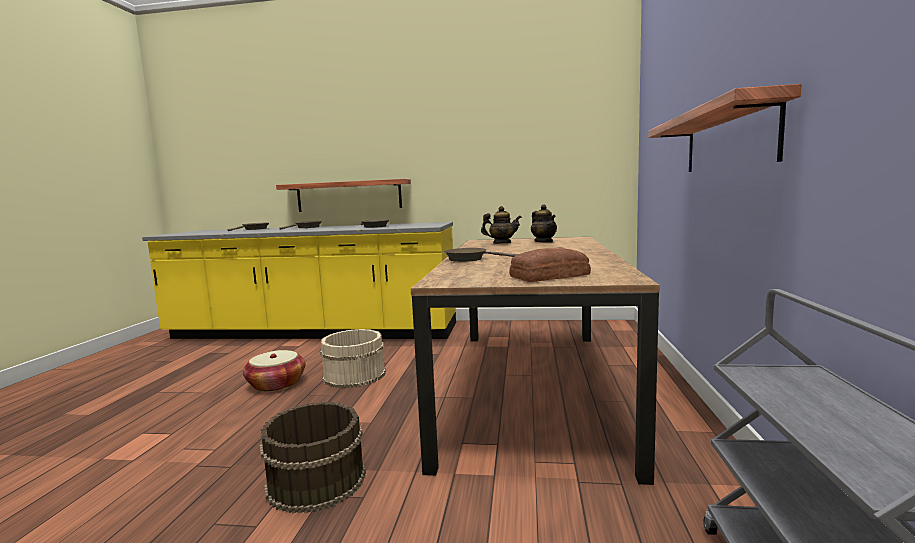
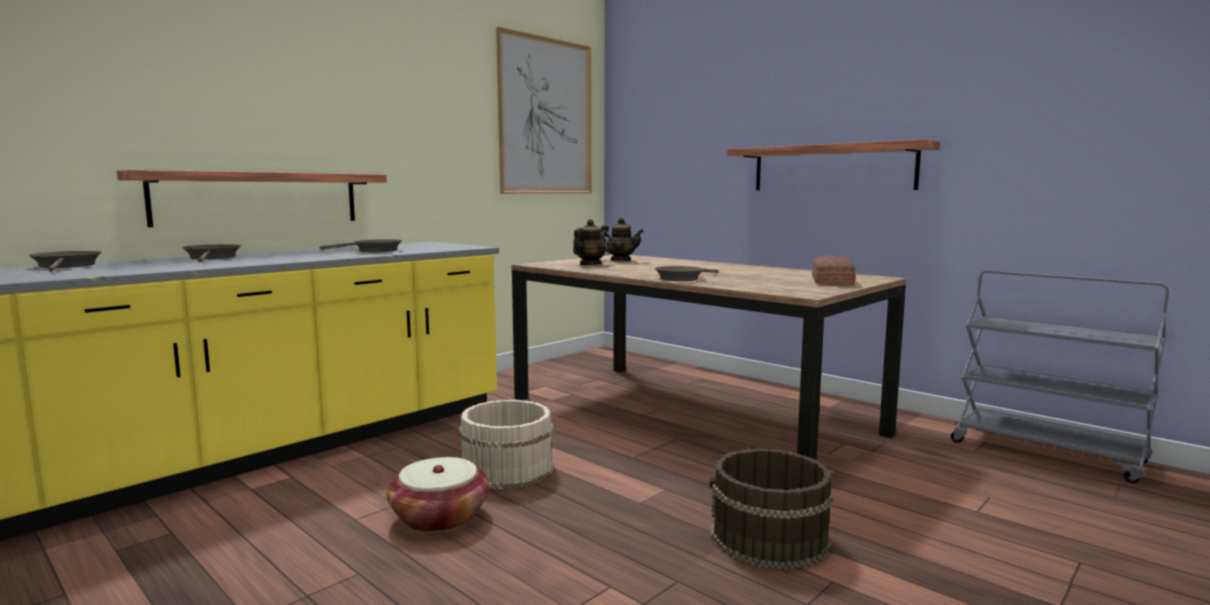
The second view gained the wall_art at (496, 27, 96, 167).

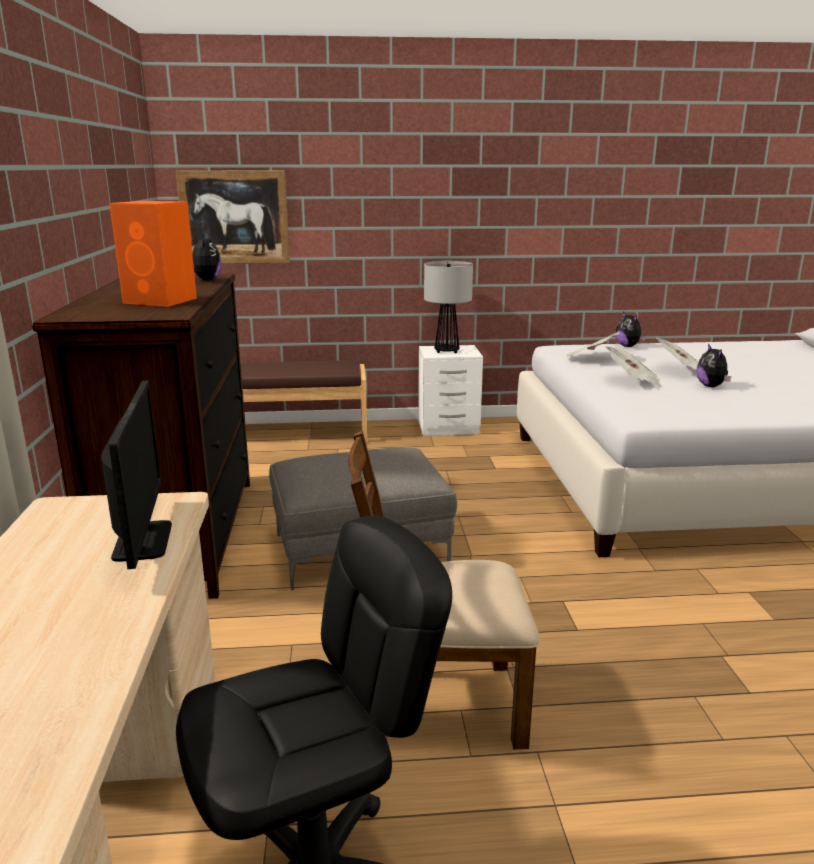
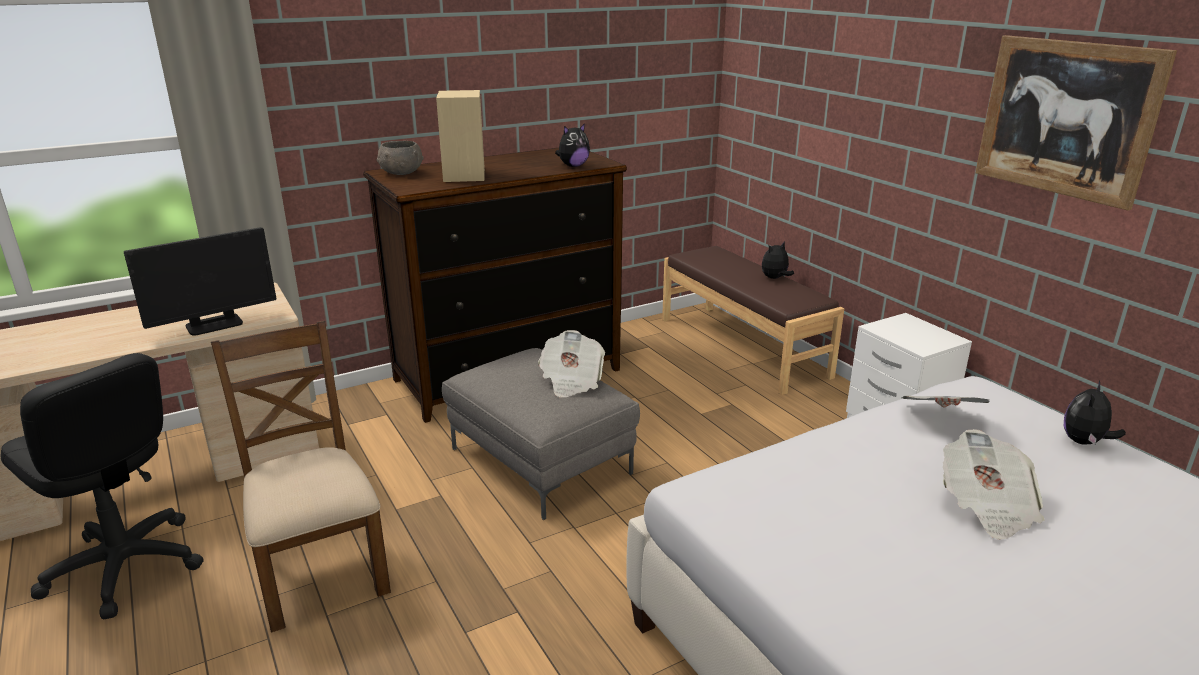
The second view gained the greyish_bowl at (377, 141, 47, 34).
What was the orange-coloured_speaker at (109, 201, 88, 106) turned into the beige-coloured_speaker at (436, 90, 49, 92).
The newspaper ended up elsewhere, having gone from (606, 346, 57, 42) to (538, 330, 67, 68).
The cuddly_toy ended up elsewhere, having gone from (697, 344, 34, 43) to (762, 241, 32, 38).
The wall_art ended up elsewhere, having gone from (176, 170, 114, 94) to (975, 35, 202, 176).
The second view lost the tabletop_lamp at (424, 261, 49, 92).

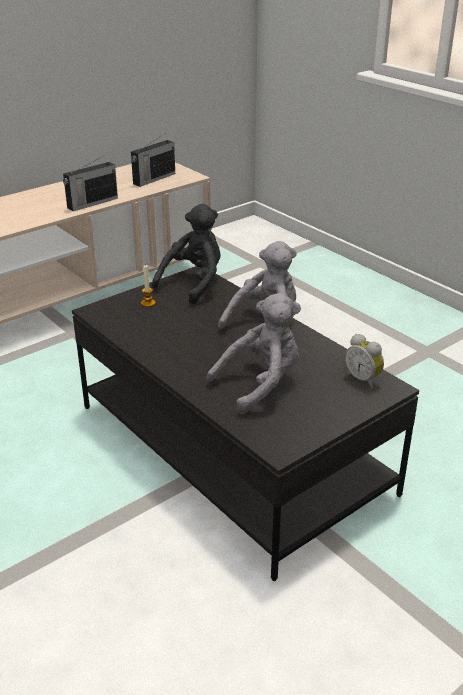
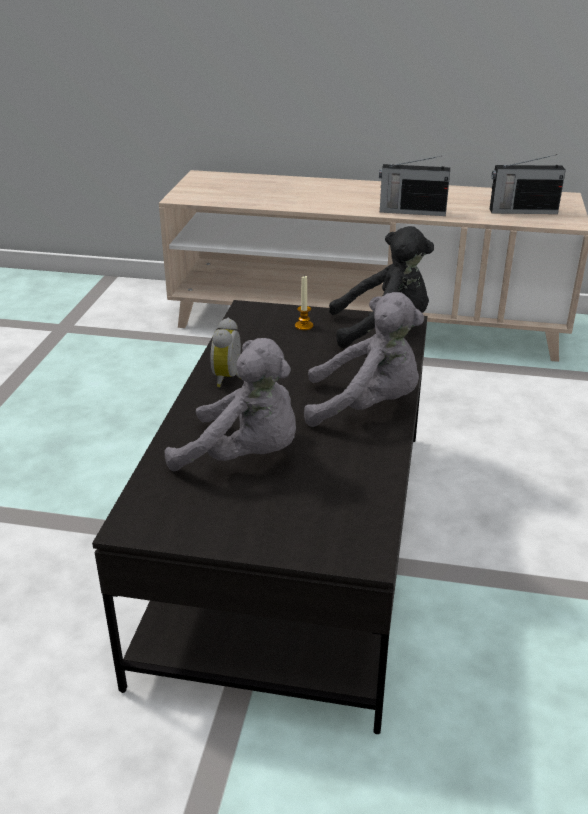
The table_clock ended up elsewhere, having gone from (345, 334, 39, 55) to (210, 317, 32, 70).

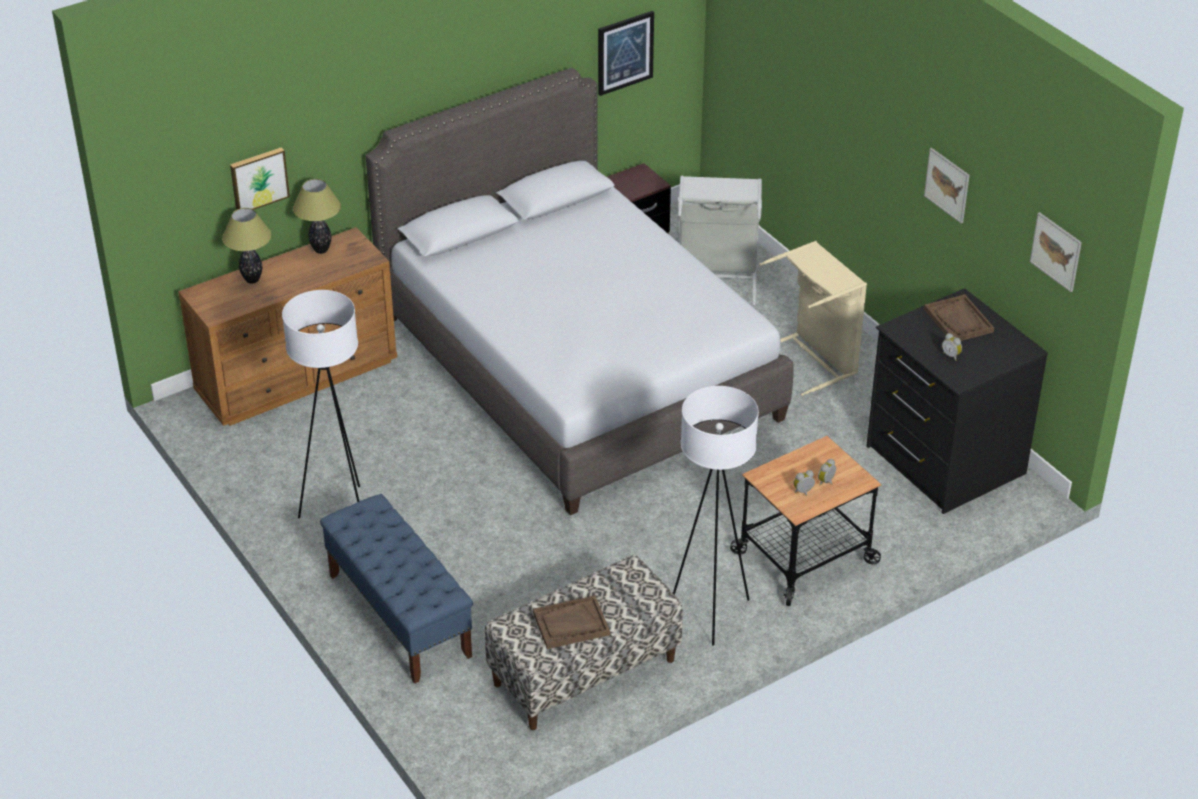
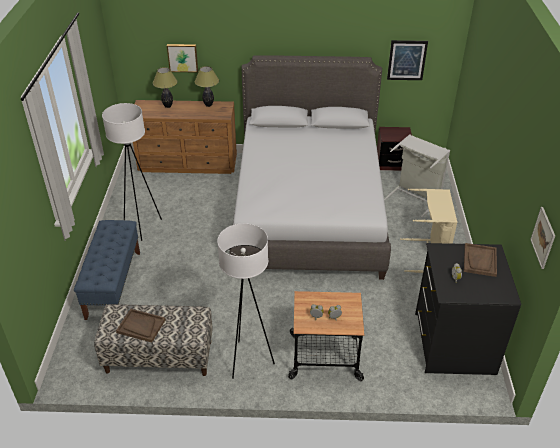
The second view lost the wall_art at (924, 148, 46, 75).

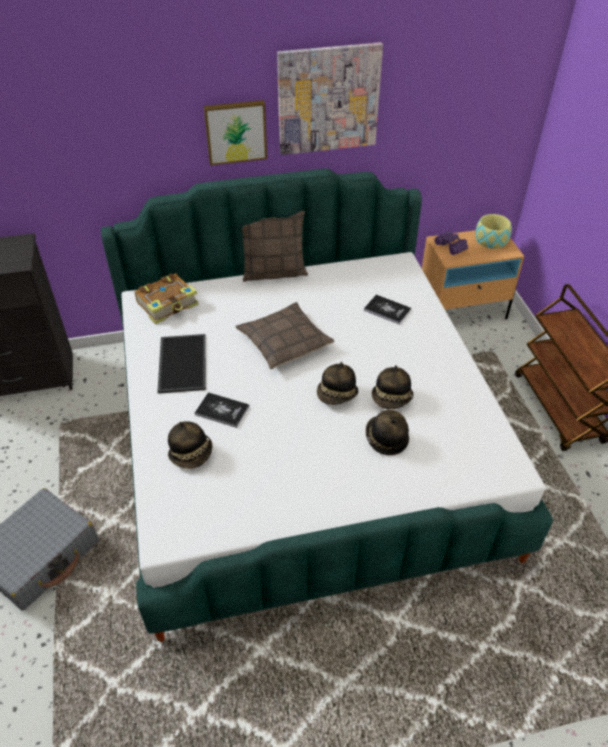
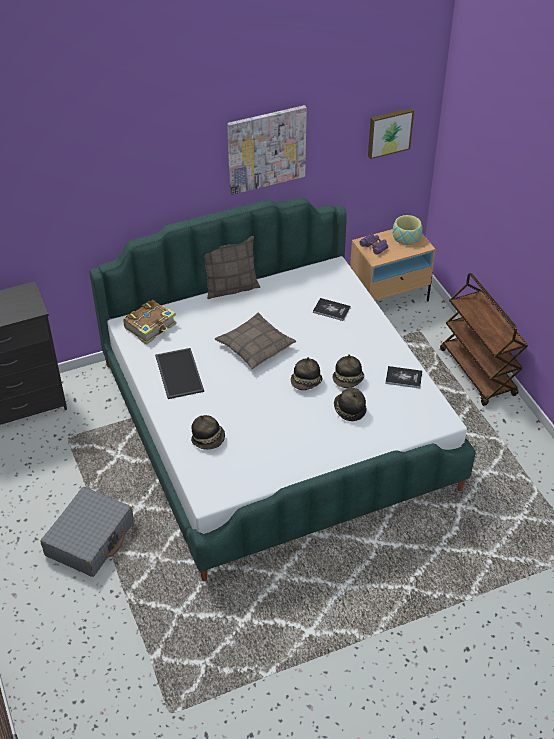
The wall_art ended up elsewhere, having gone from (204, 100, 63, 65) to (368, 108, 46, 51).
The volume ended up elsewhere, having gone from (195, 392, 54, 36) to (385, 366, 37, 22).

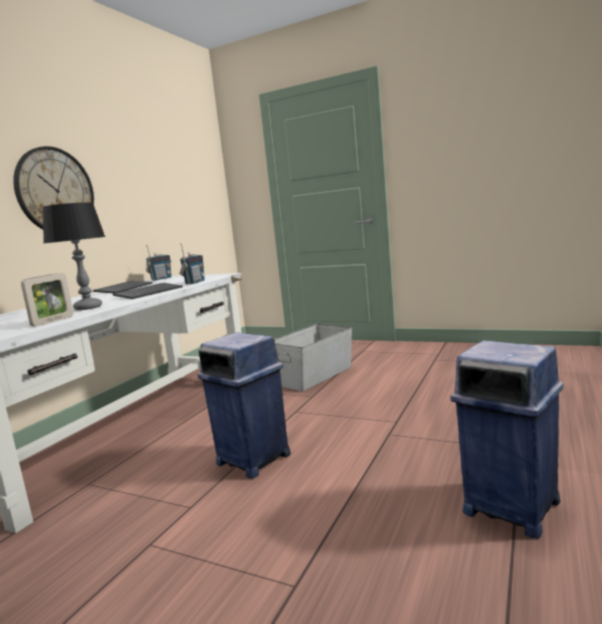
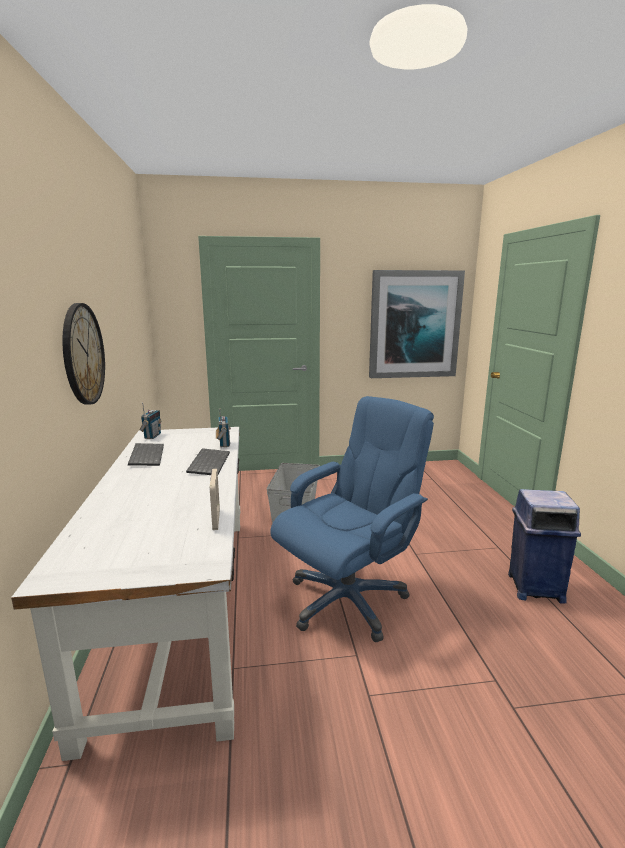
Where the blue_waste_bin stood at (197, 332, 94, 147), the blue_computer_chair came to stand at (270, 396, 164, 247).
The second view gained the wall_art at (369, 270, 96, 108).
The second view lost the tabletop_lamp at (42, 202, 63, 108).

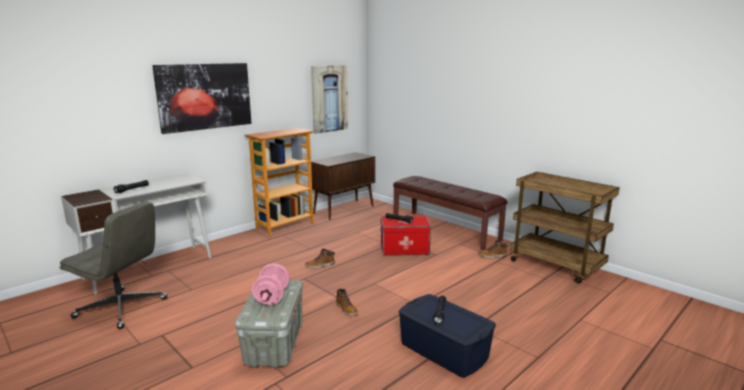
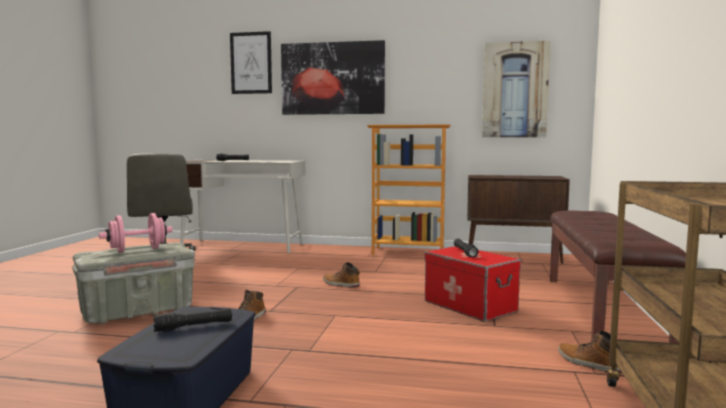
The second view gained the wall_art at (230, 31, 42, 63).

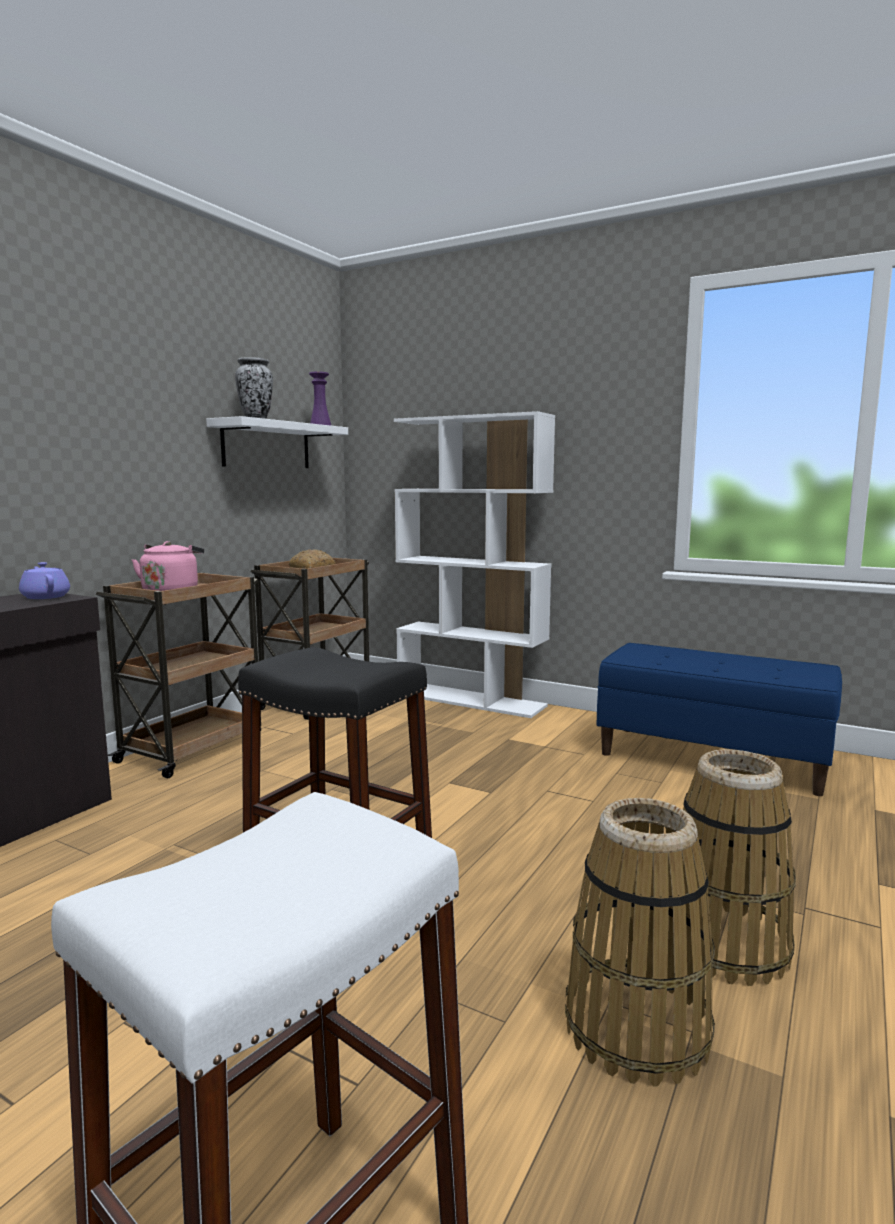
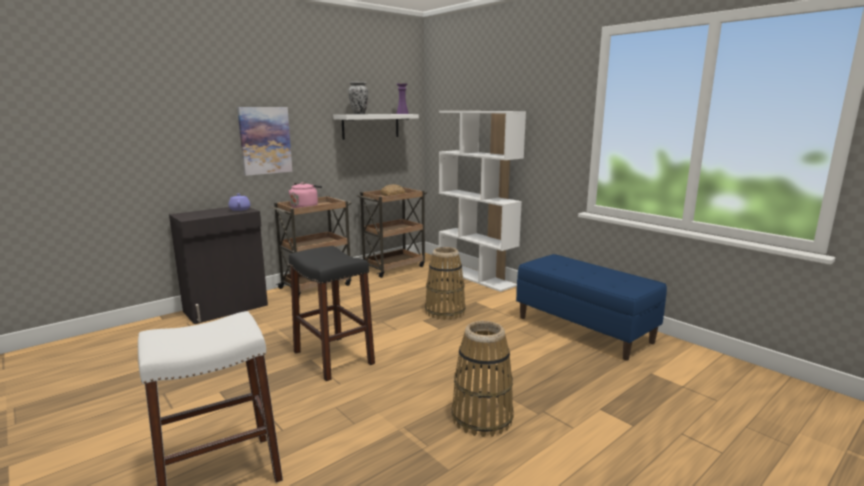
The second view gained the wall_art at (237, 107, 55, 69).
The storage_basket ended up elsewhere, having gone from (565, 798, 150, 289) to (425, 247, 41, 73).

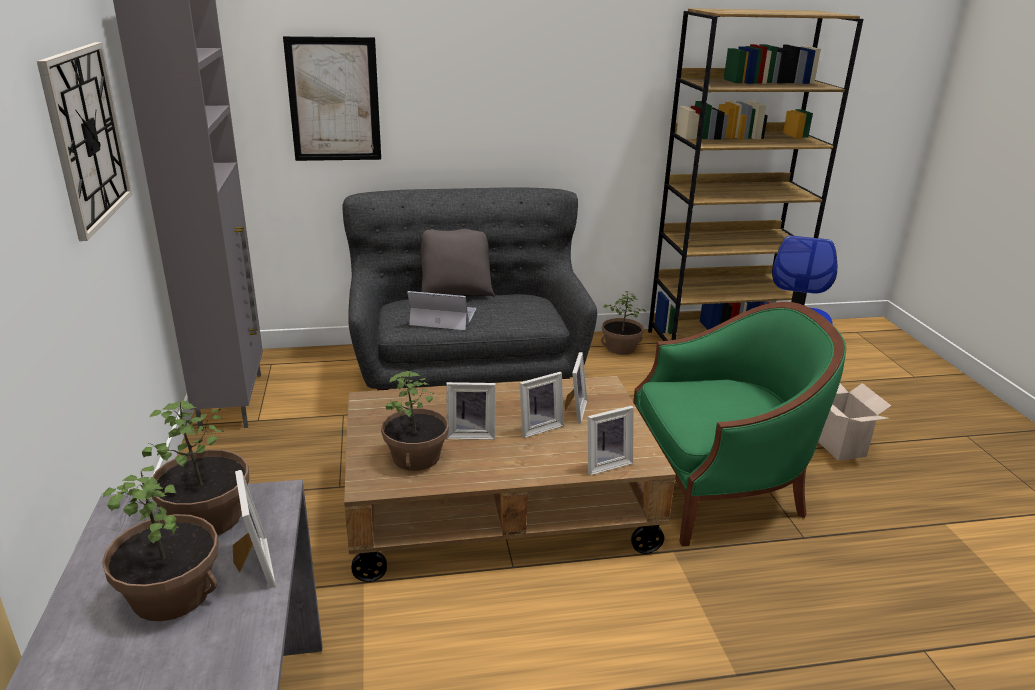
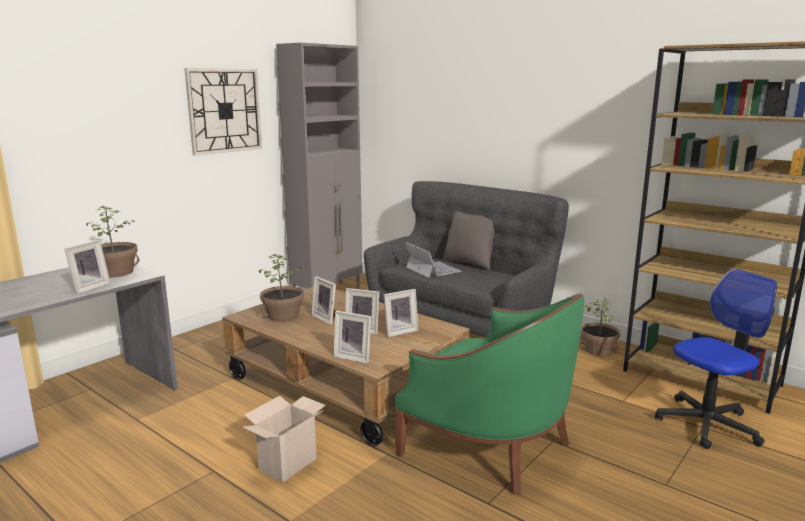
The carton ended up elsewhere, having gone from (818, 383, 73, 78) to (243, 396, 82, 86).
The second view lost the potted_plant at (101, 465, 118, 156).
The second view lost the wall_art at (283, 36, 98, 125).

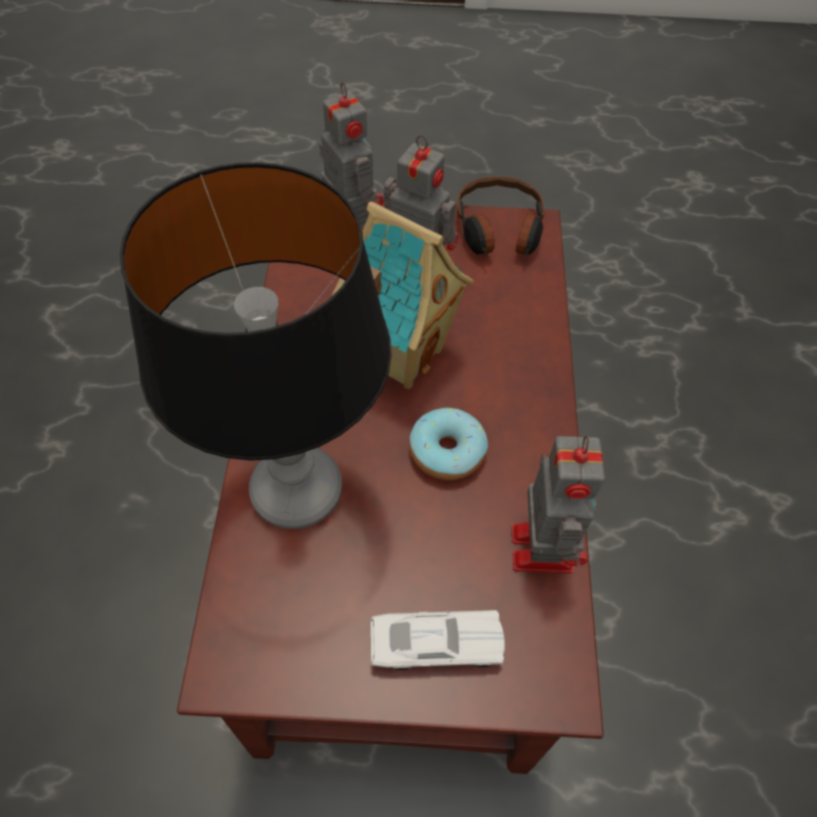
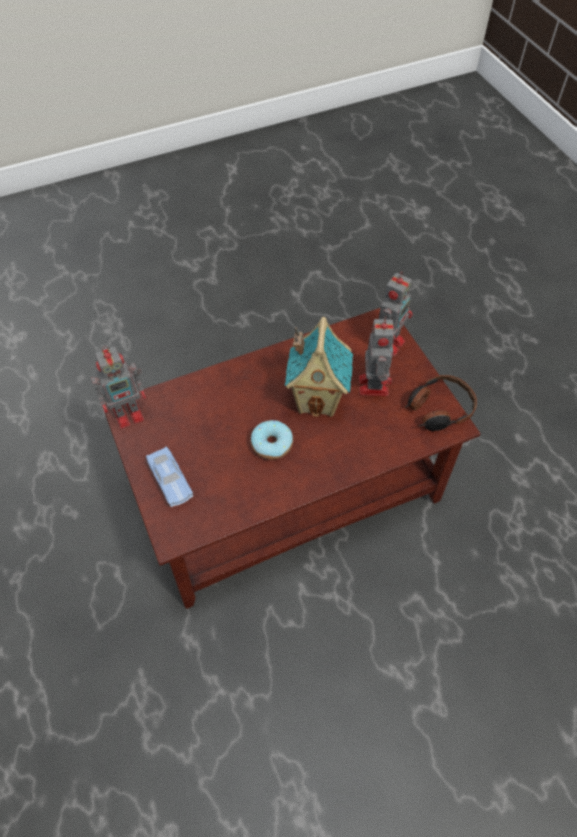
The robot_figure ended up elsewhere, having gone from (511, 436, 94, 137) to (91, 346, 55, 83).
What was the white-coloured_model_car at (370, 610, 135, 60) turned into the blue_model_car at (146, 446, 47, 61).
The second view lost the tabletop_lamp at (120, 162, 272, 367).

